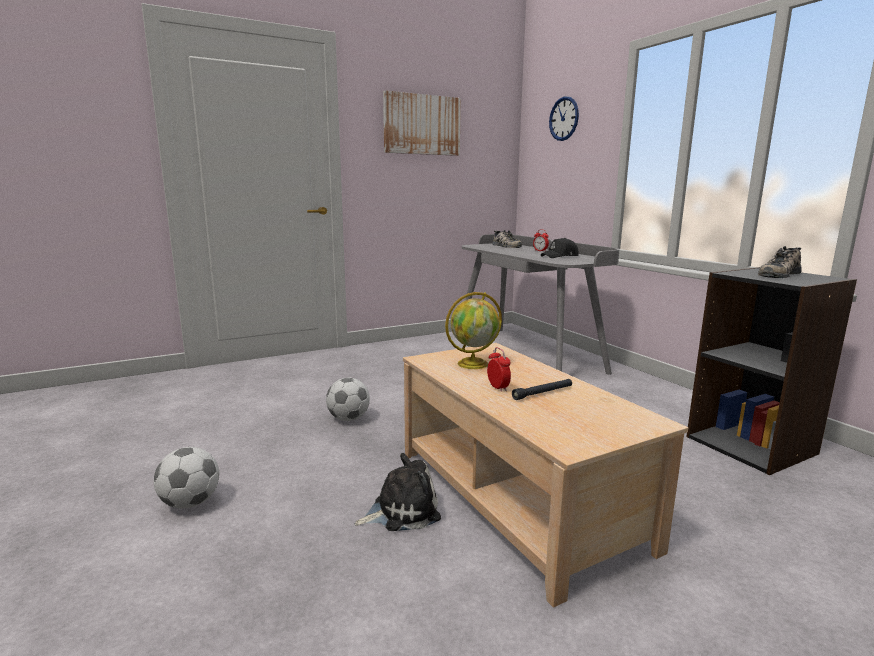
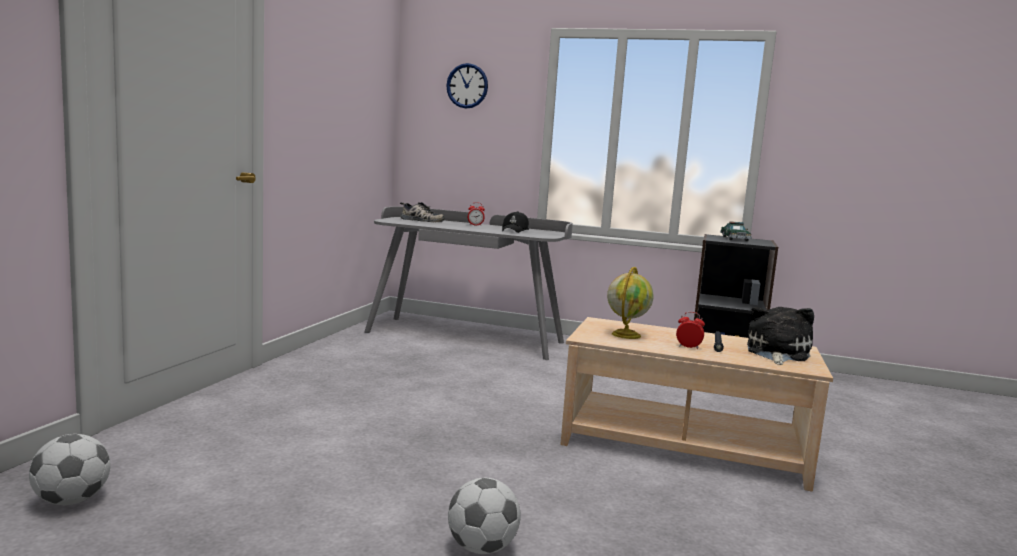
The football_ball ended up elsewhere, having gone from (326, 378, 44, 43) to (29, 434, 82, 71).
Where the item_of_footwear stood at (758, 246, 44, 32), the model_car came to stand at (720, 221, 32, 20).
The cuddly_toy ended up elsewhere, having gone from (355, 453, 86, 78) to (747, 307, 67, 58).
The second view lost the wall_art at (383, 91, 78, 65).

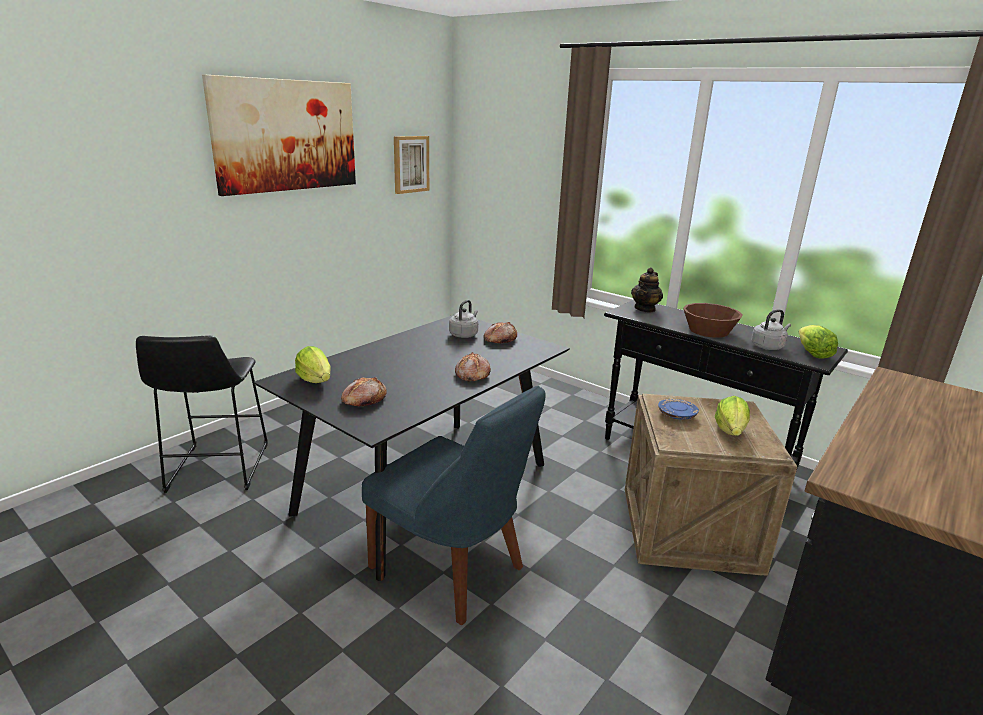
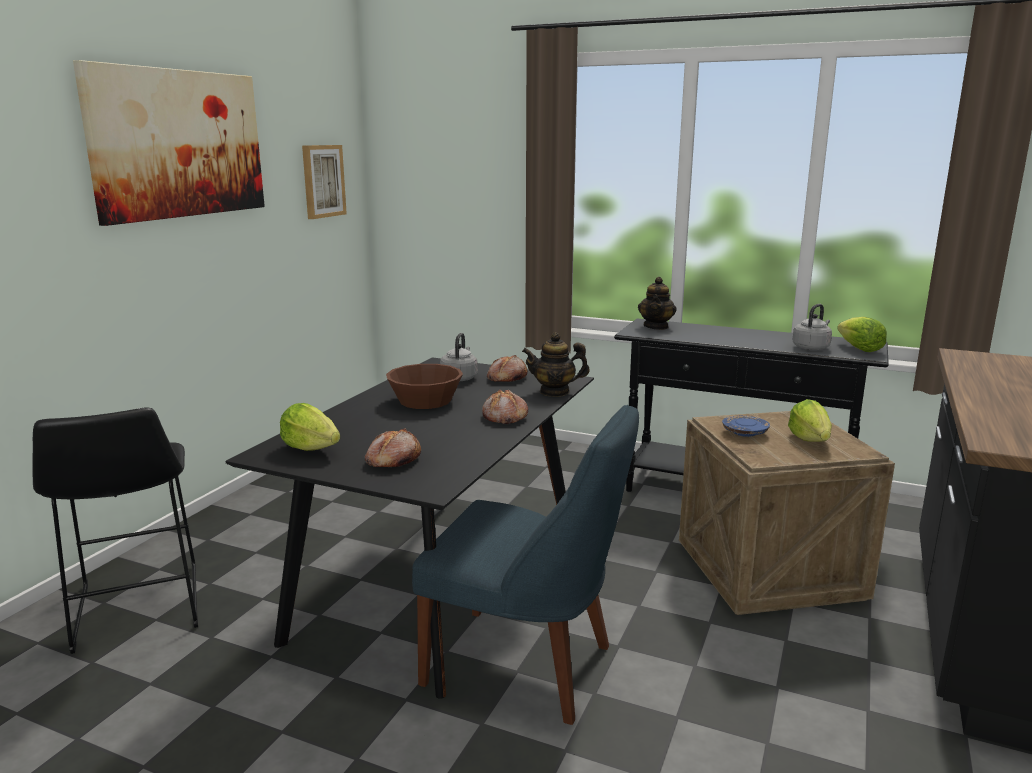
The brownish_bowl ended up elsewhere, having gone from (683, 303, 59, 35) to (386, 364, 77, 45).
The second view gained the pot_for_tea at (522, 332, 68, 65).

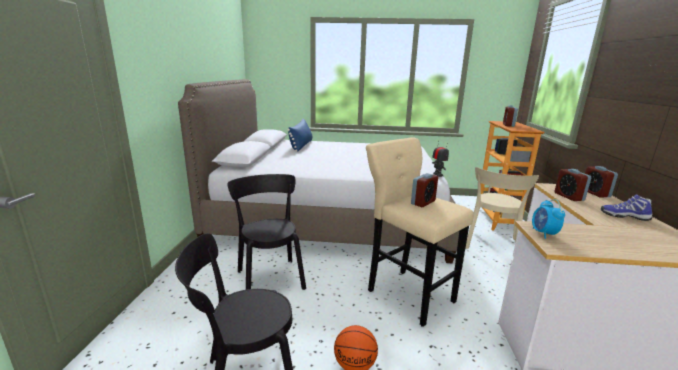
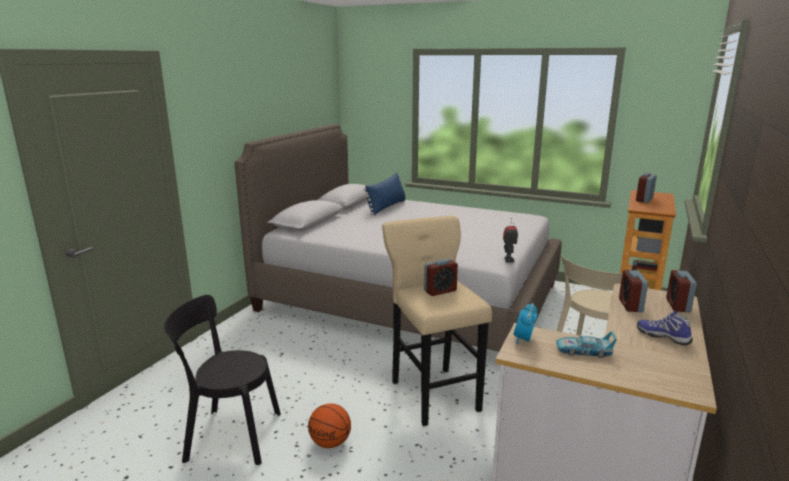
The second view gained the model_car at (556, 331, 61, 27).
The second view lost the black_chair at (228, 174, 78, 116).

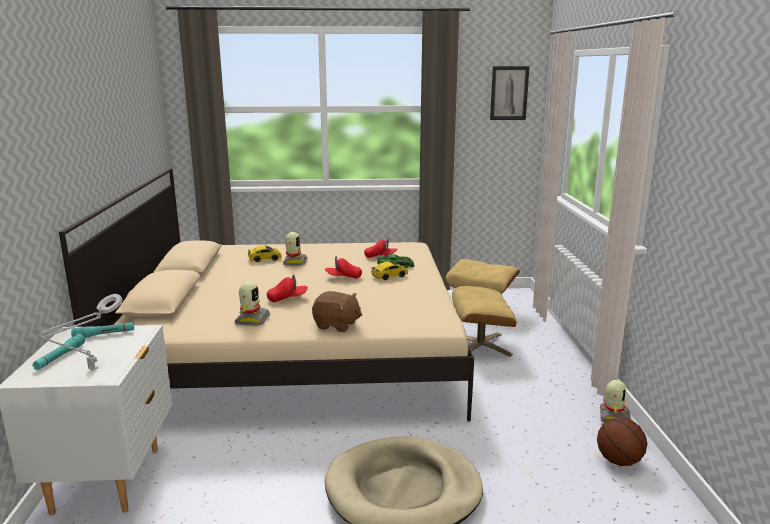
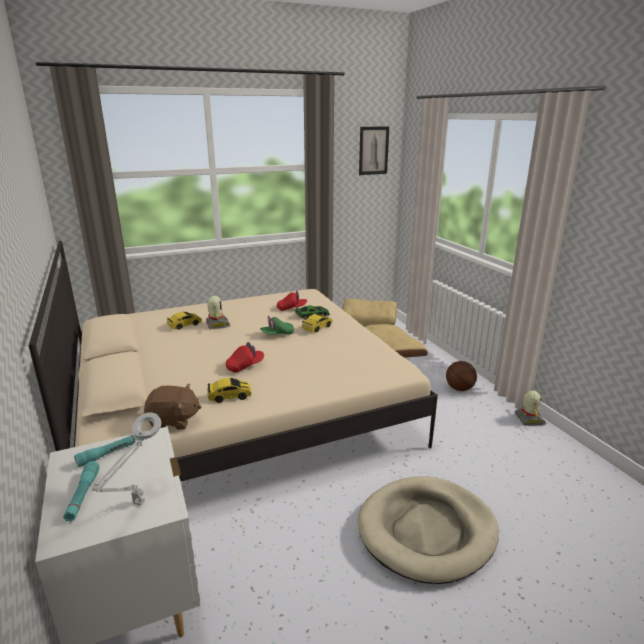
The brownish_cuddly_toy ended up elsewhere, having gone from (312, 291, 50, 41) to (144, 384, 57, 46).
Where the robot_figure stood at (235, 281, 35, 45), the model_car came to stand at (207, 378, 44, 25).
What was the red_cap at (325, 256, 37, 23) turned into the greenish_cap at (260, 316, 34, 19).
The basketball ended up elsewhere, having gone from (597, 417, 50, 49) to (446, 361, 31, 30).

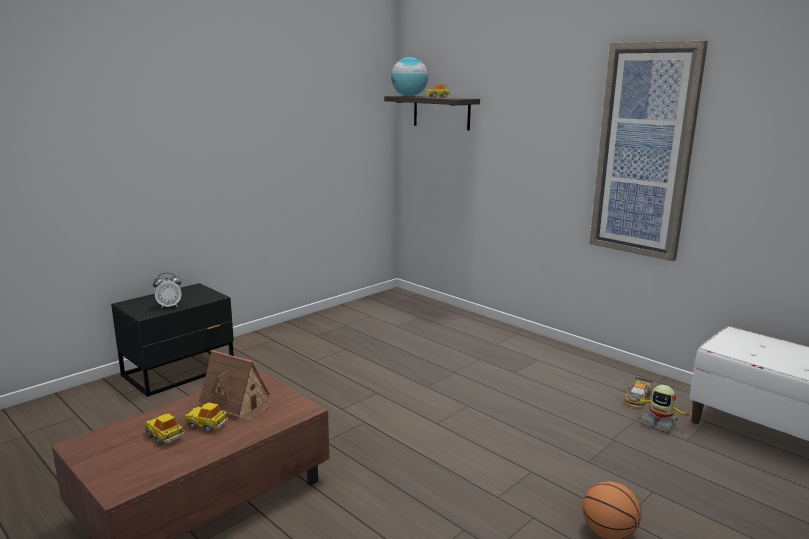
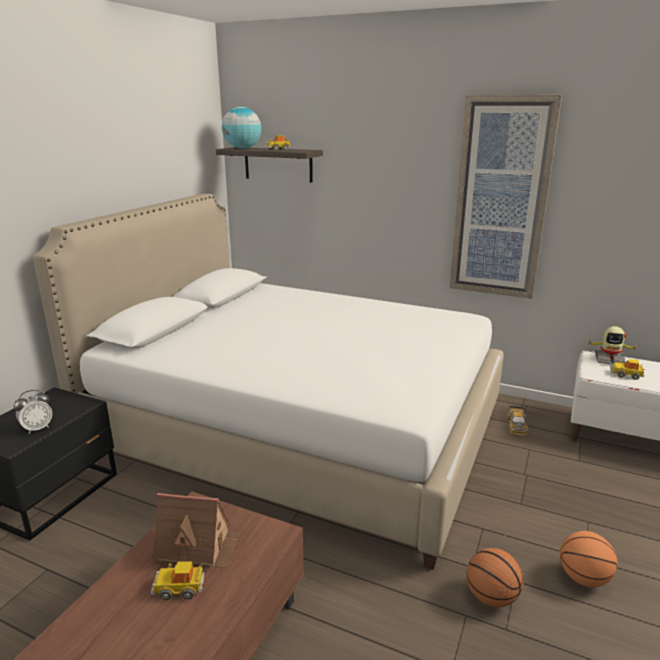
The second view gained the white-coloured_sleeping_bed at (33, 193, 471, 377).
The second view gained the basketball at (467, 548, 56, 59).
The robot_figure ended up elsewhere, having gone from (634, 385, 56, 48) to (587, 326, 51, 38).
The model_car ended up elsewhere, having gone from (144, 413, 40, 32) to (610, 359, 35, 21).

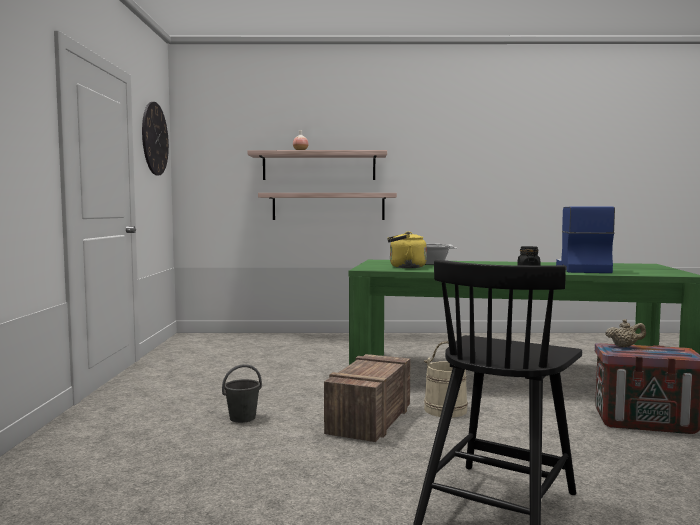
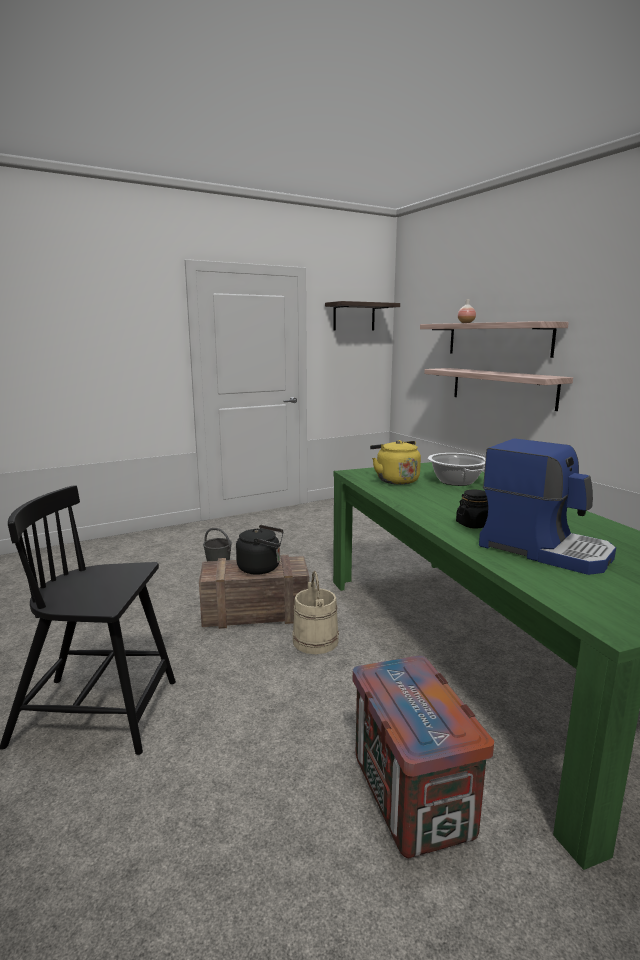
The second view gained the black_water_kettle at (236, 525, 48, 50).
Where the clock_on_the_wall hung at (142, 102, 27, 73), the wall_shelf came to hang at (325, 301, 75, 30).
The coffee_maker at (556, 206, 59, 67) ended up facing another way, 60 degrees clockwise from before.
The second view lost the beige-coloured_pot_for_tea at (605, 319, 41, 28).

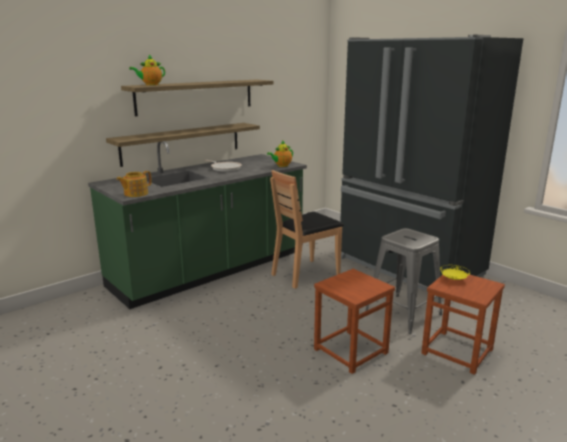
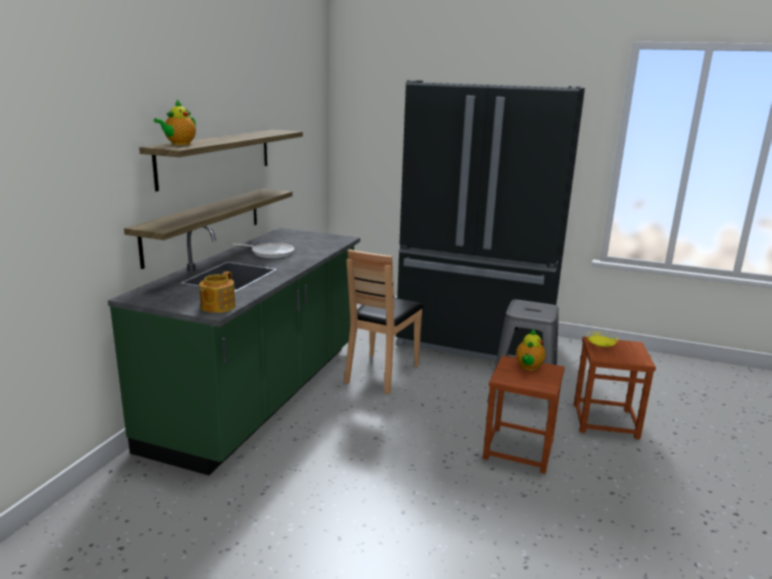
The pot_for_tea ended up elsewhere, having gone from (267, 140, 26, 27) to (516, 329, 29, 41).

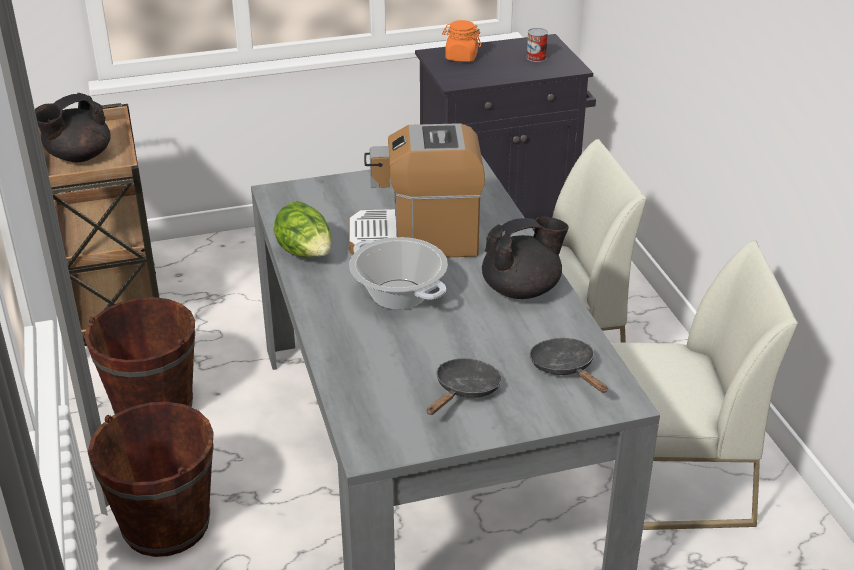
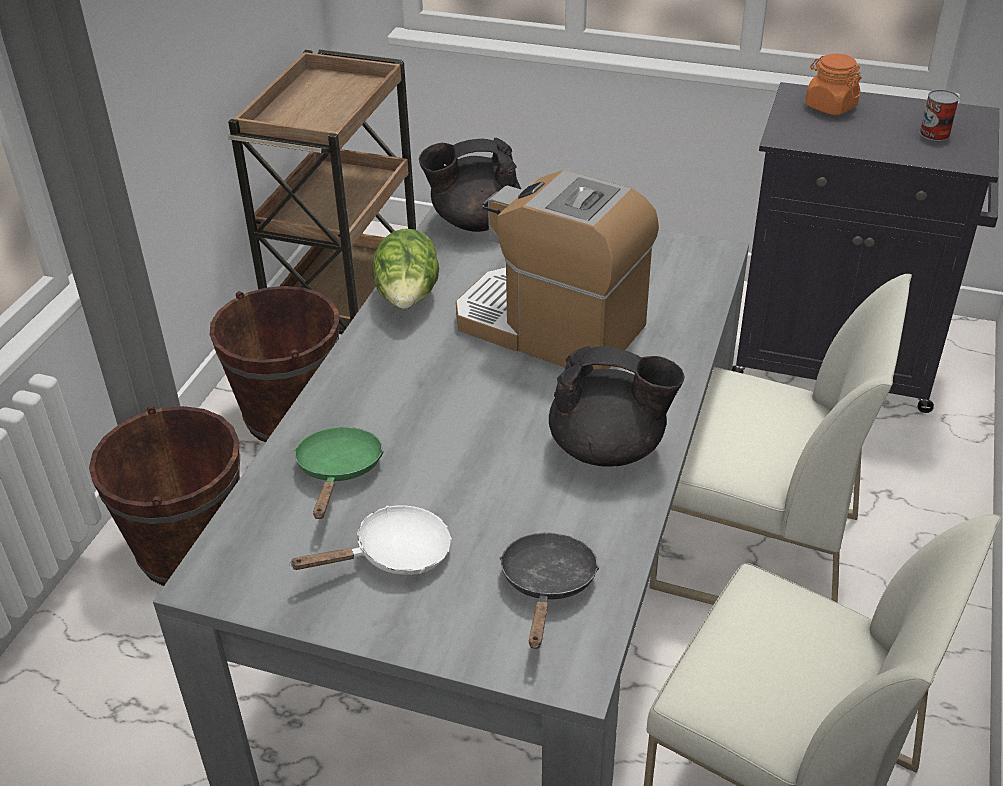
What was the black_skillet at (427, 358, 75, 57) turned into the white-coloured_skillet at (289, 505, 163, 70).
The second view gained the greenish_skillet at (294, 427, 90, 92).
The black_pot_for_tea ended up elsewhere, having gone from (35, 93, 76, 69) to (419, 138, 102, 94).
The second view lost the saucepot at (349, 237, 99, 72).

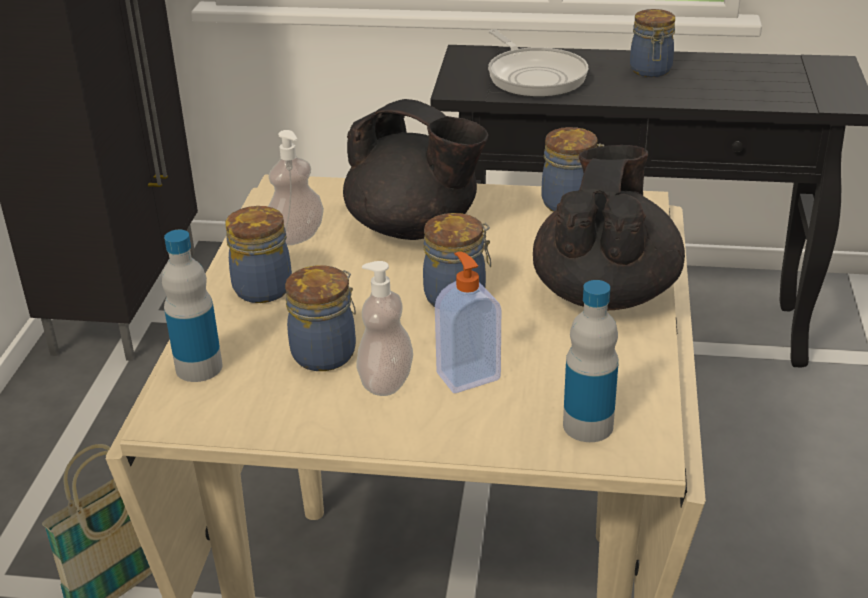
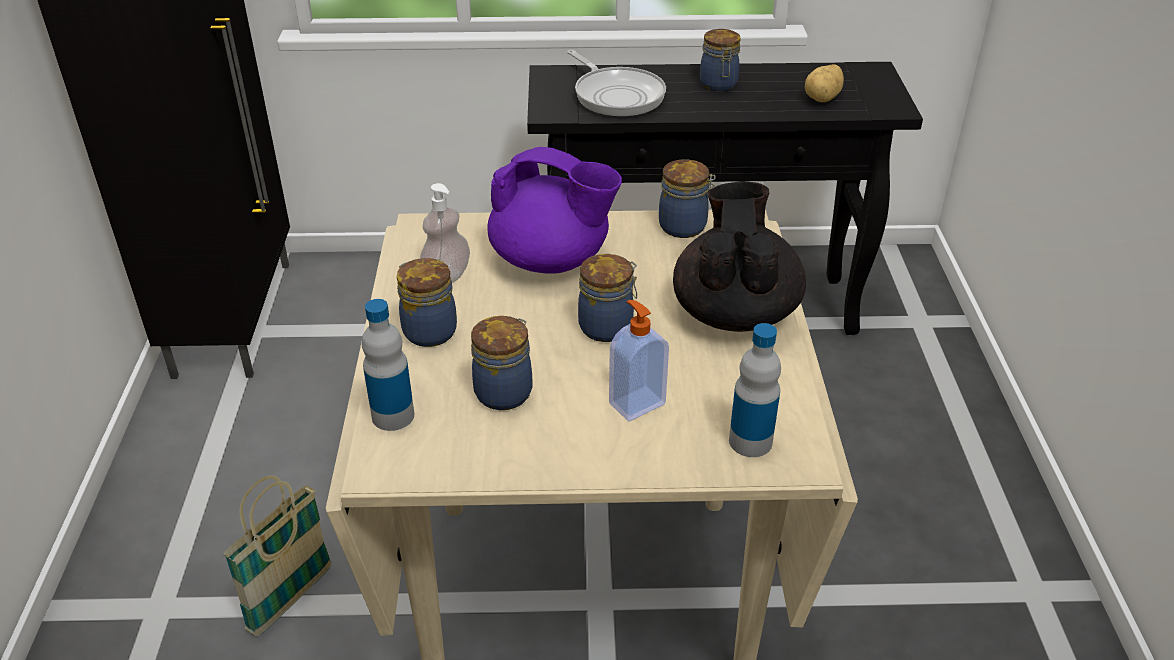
What was the black_pot_for_tea at (343, 99, 146, 141) turned into the purplish_pot_for_tea at (487, 147, 135, 127).
The second view gained the spud at (805, 64, 39, 38).
The second view lost the liquid_soap_bottle at (357, 261, 56, 135).

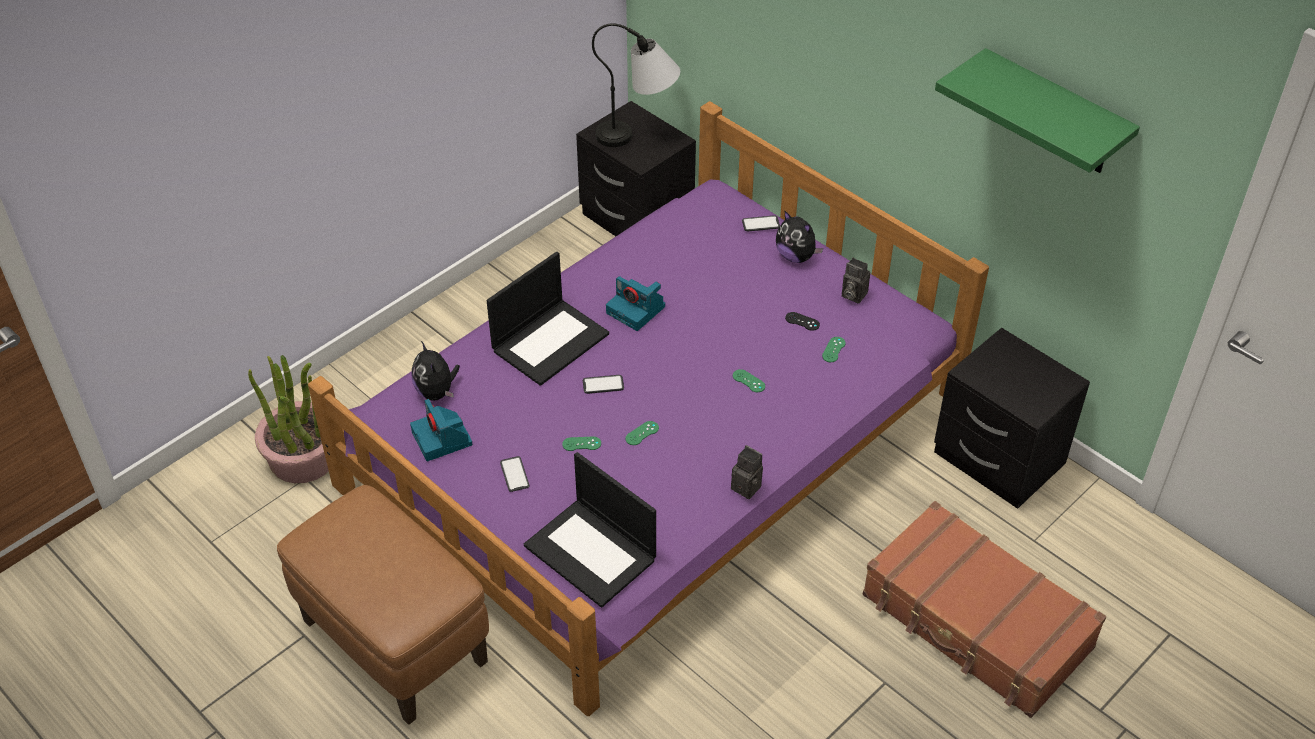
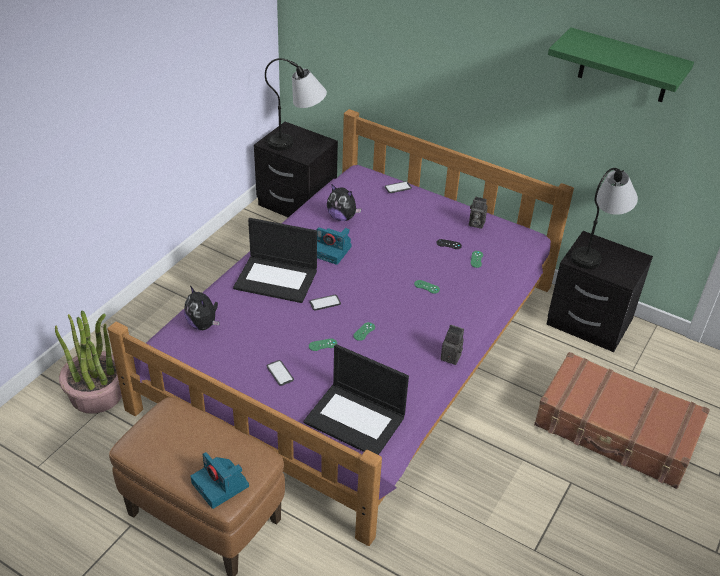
The photo_camera ended up elsewhere, having gone from (410, 399, 63, 62) to (190, 452, 59, 57).
The notebook_computer at (486, 252, 123, 134) ended up facing another way, 75 degrees clockwise from before.
The cuddly_toy ended up elsewhere, having gone from (776, 210, 47, 53) to (327, 184, 35, 37).
The second view gained the tabletop_lamp at (571, 168, 67, 101).

